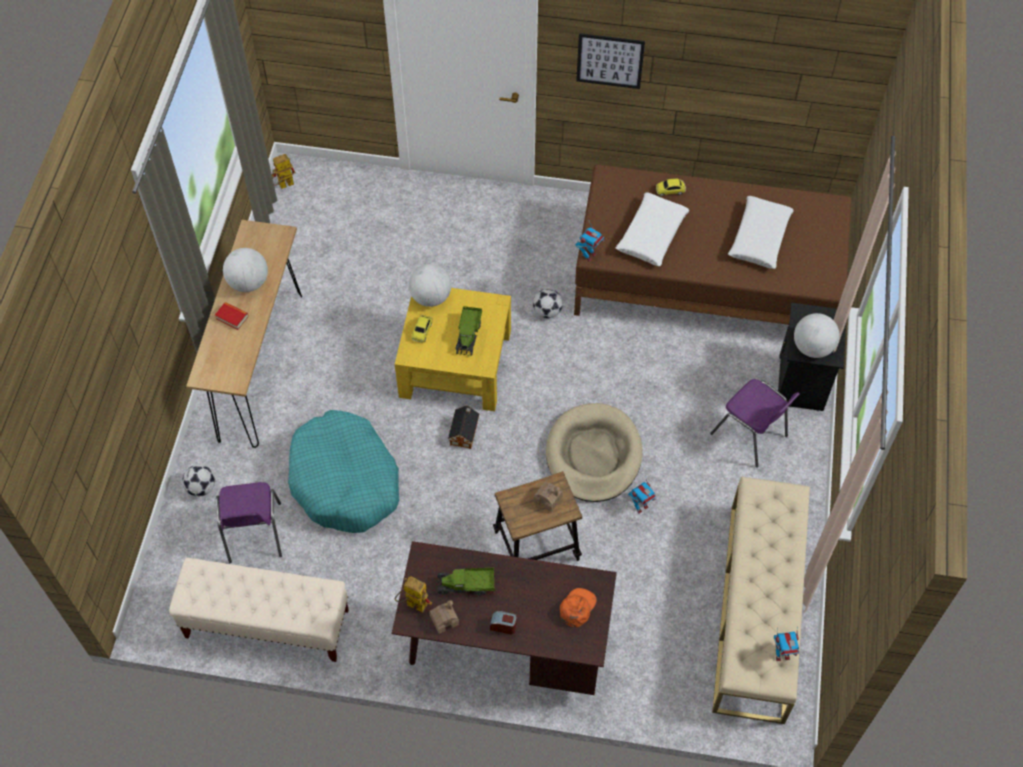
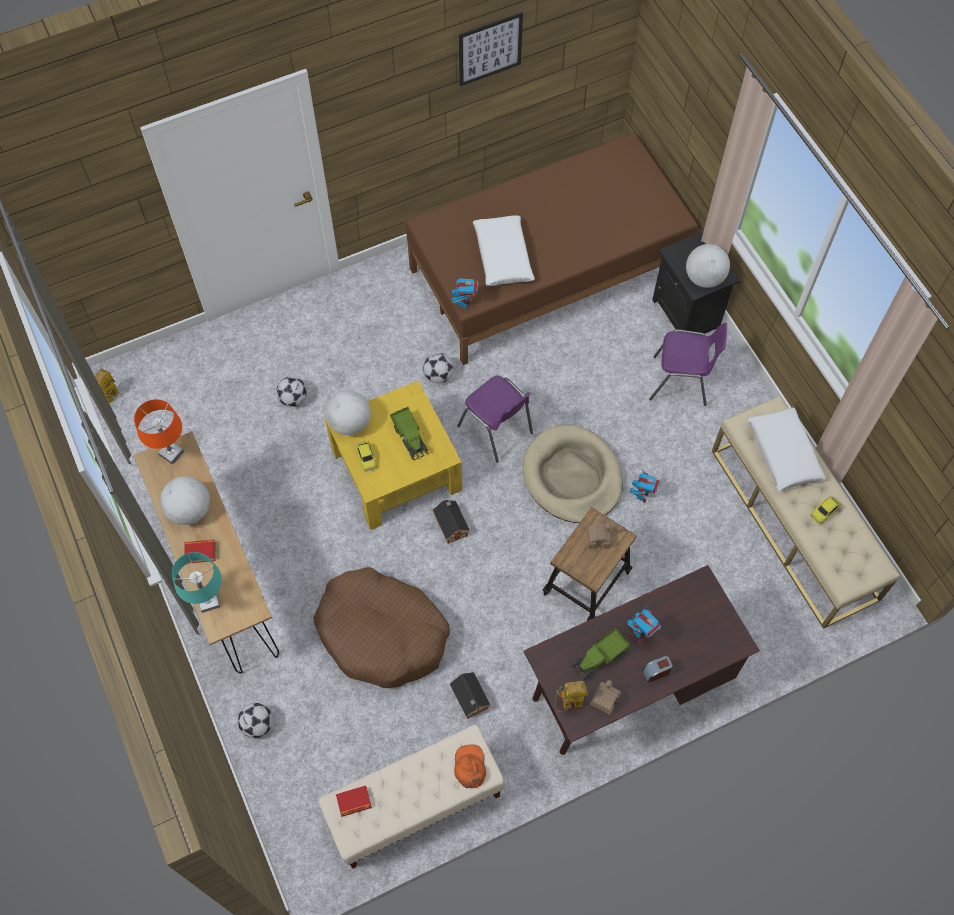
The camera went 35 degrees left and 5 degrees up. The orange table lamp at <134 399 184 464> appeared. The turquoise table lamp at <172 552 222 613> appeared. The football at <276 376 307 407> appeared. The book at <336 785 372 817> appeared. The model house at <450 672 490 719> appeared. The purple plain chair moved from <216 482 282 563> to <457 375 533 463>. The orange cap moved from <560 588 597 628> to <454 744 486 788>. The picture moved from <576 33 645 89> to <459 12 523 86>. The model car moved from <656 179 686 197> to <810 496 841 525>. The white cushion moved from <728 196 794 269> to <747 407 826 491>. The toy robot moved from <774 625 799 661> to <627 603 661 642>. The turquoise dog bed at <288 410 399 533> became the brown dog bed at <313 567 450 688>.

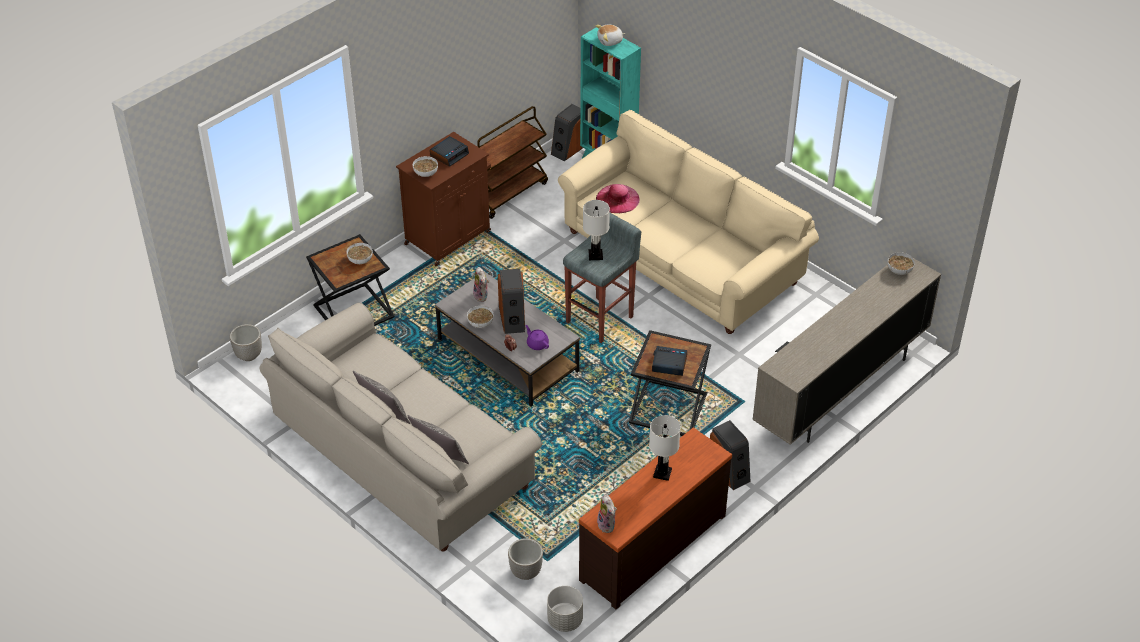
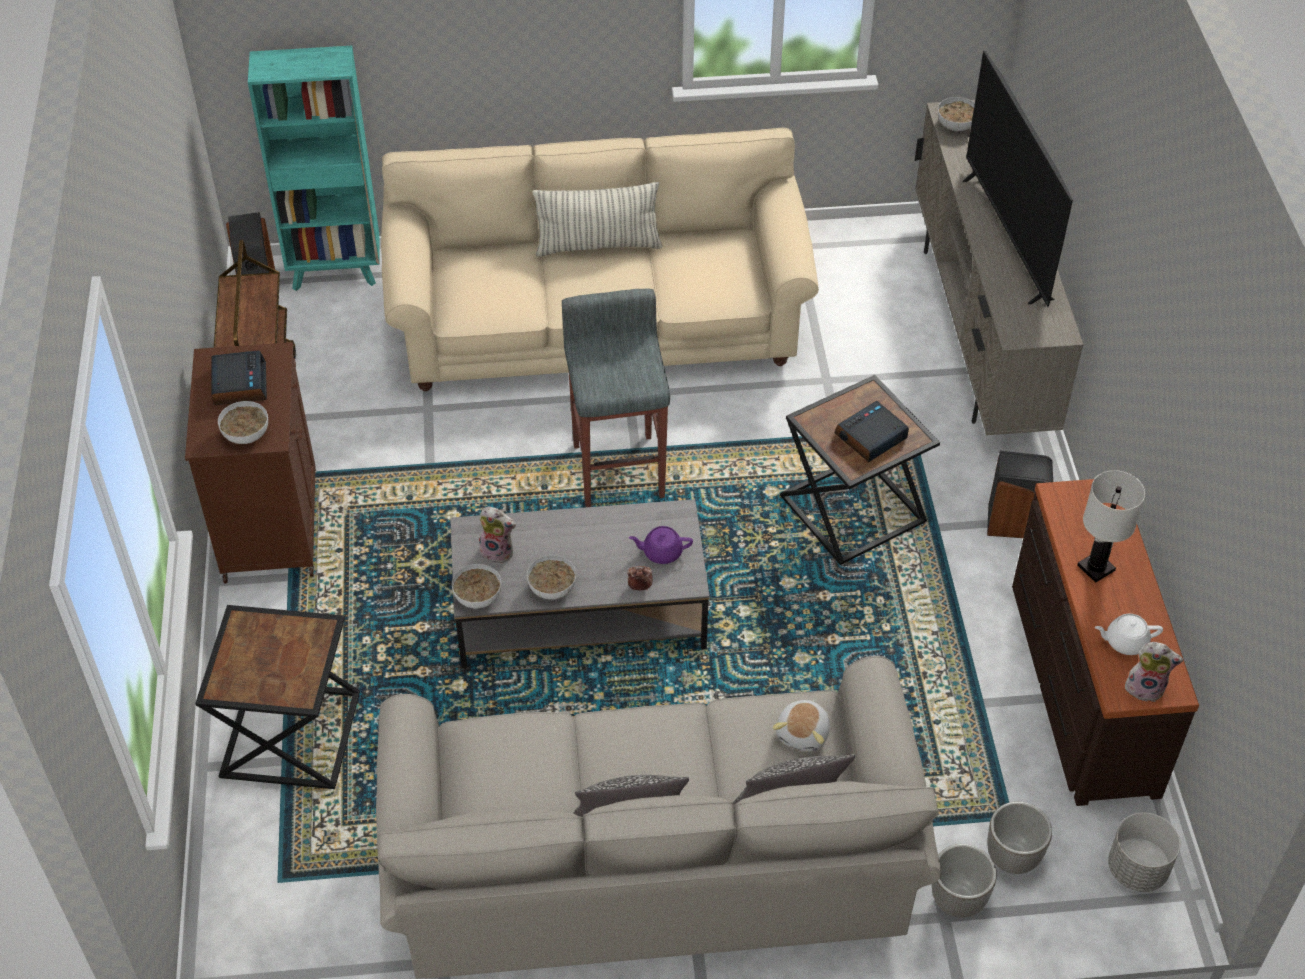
The camera went 50 degrees left and 5 degrees up. The loudspeaker at <498 269 525 334> disappeared. The white table lamp at <583 200 610 260> disappeared. The pink-coloured clothing hat at <596 184 640 213> disappeared. The cushion at <532 182 663 256> appeared. The television at <962 51 1073 307> appeared. The white pot for tea at <1095 613 1163 655> appeared. The planter moved from <230 324 262 361> to <932 844 997 918>. The bowl moved from <347 243 373 264> to <452 564 501 608>. The cuddly toy moved from <596 25 625 46> to <773 699 830 751>.

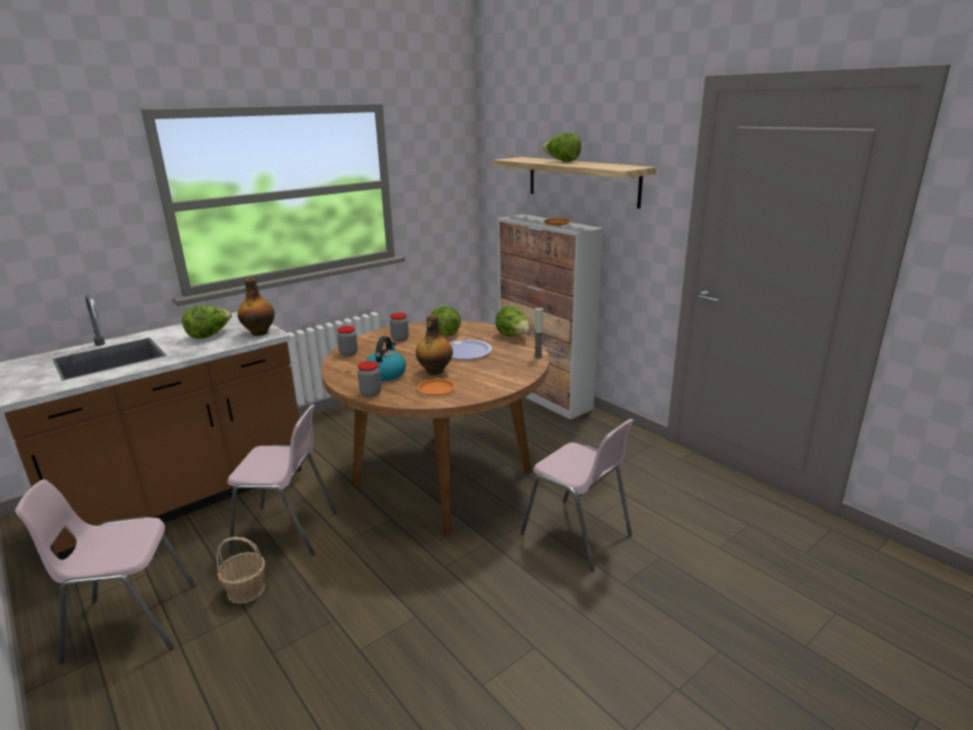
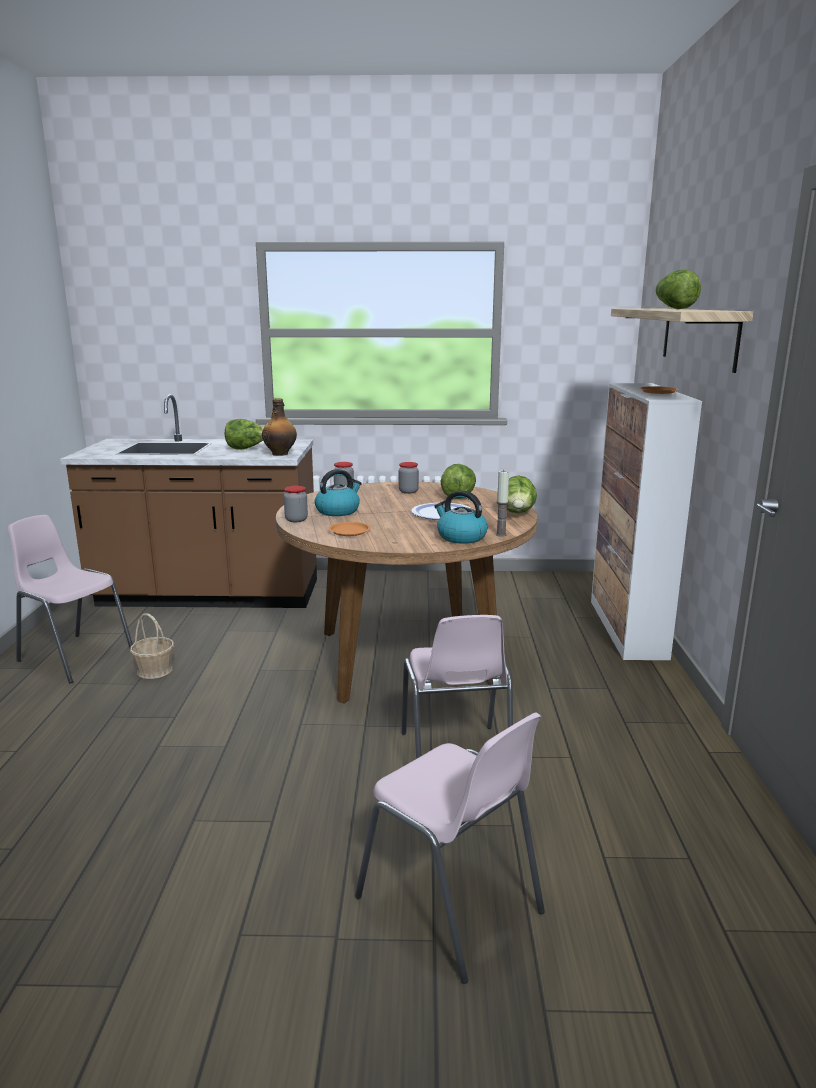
The camera went 40 degrees right and 5 degrees down. The bottle at <416 315 453 375> disappeared. The kettle at <434 490 488 544> appeared. The pink-coloured plain chair moved from <227 404 337 556> to <355 712 545 984>.

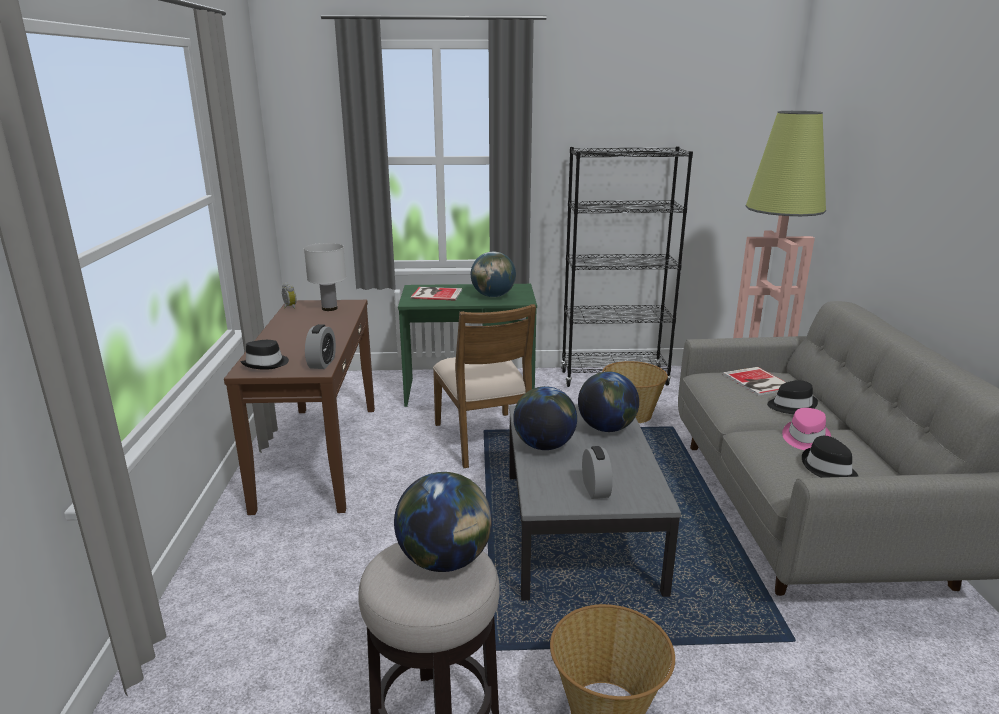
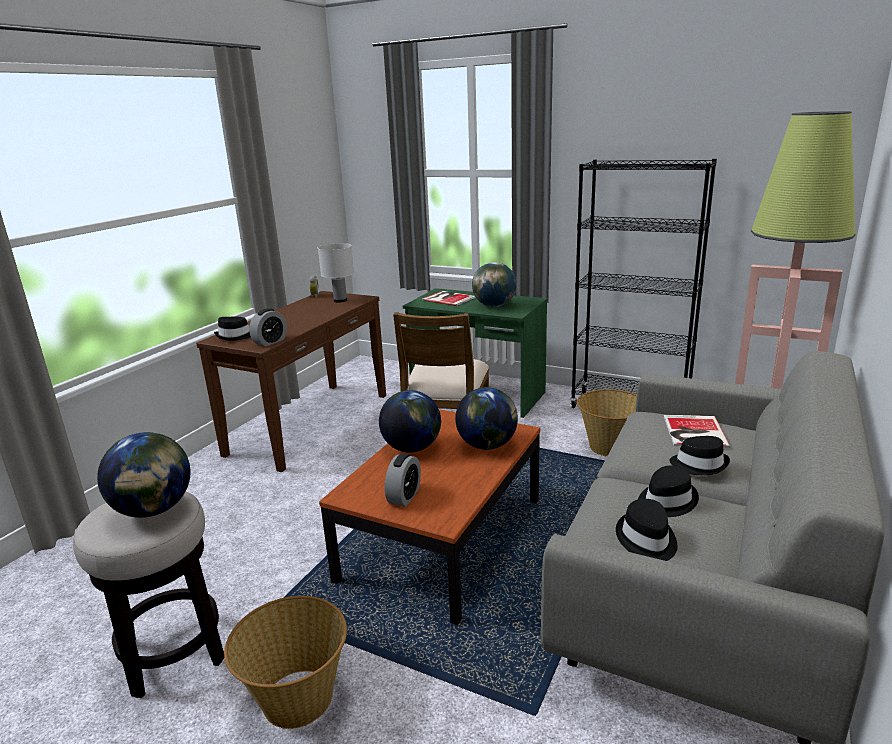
The camera went 30 degrees right and 0 degrees up. The gray coffee table at <509 404 681 601> became the brown coffee table at <319 409 540 625>. The pink-coloured clothing hat at <782 408 831 450> became the black clothing hat at <638 466 699 517>.

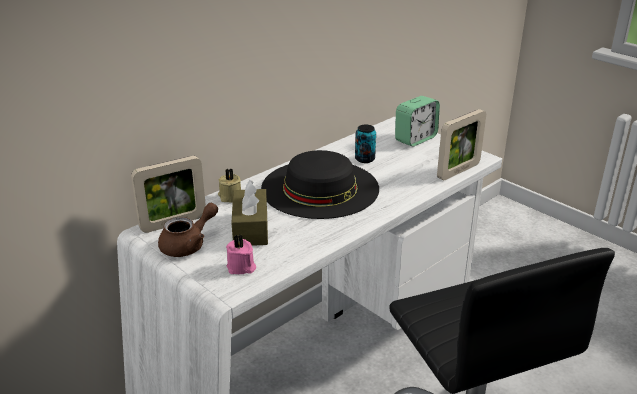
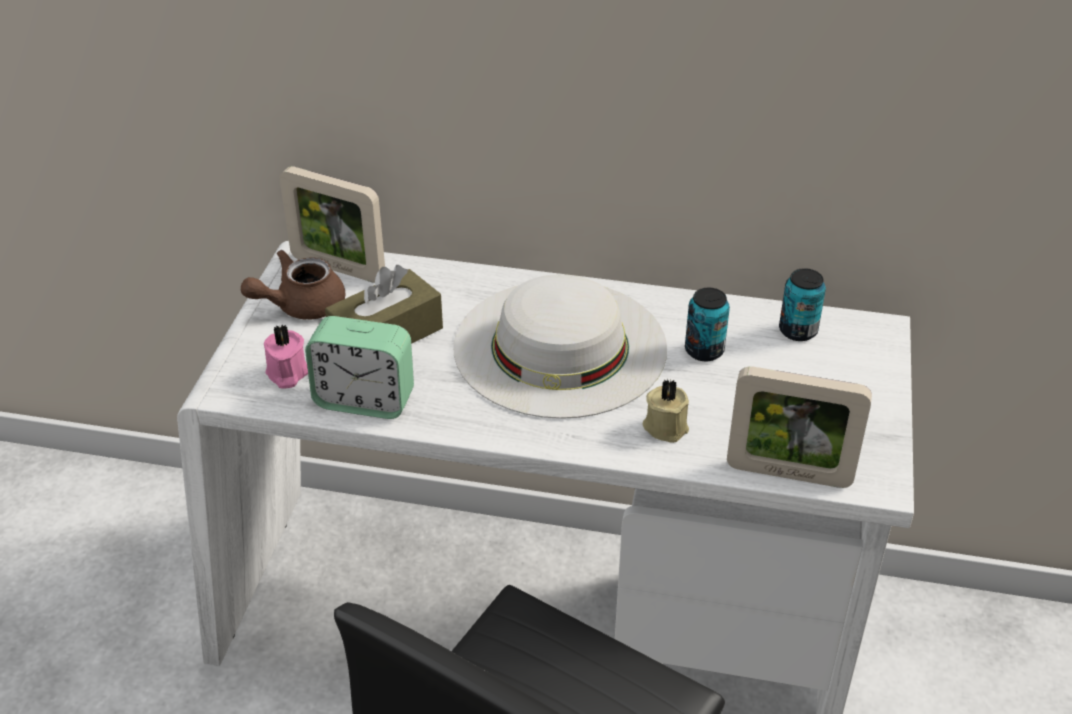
The camera went 55 degrees right and 10 degrees up. The can at <779 268 826 341> appeared. The beige wax candle moved from <218 168 241 202> to <643 378 689 443>. The alarm clock moved from <395 96 440 147> to <305 316 414 419>. The black clothing hat at <261 150 379 219> became the white clothing hat at <453 274 667 419>. The brown pot for tea at <158 203 218 257> turned 135 degrees clockwise.

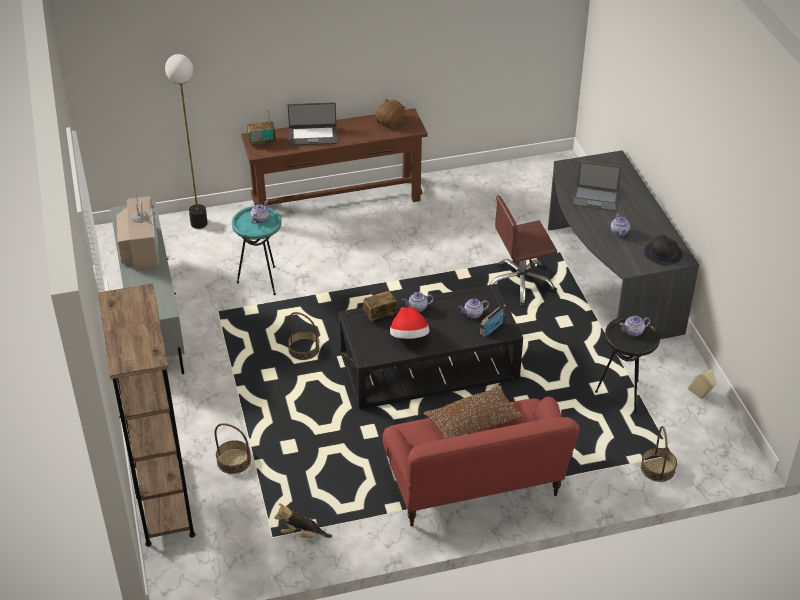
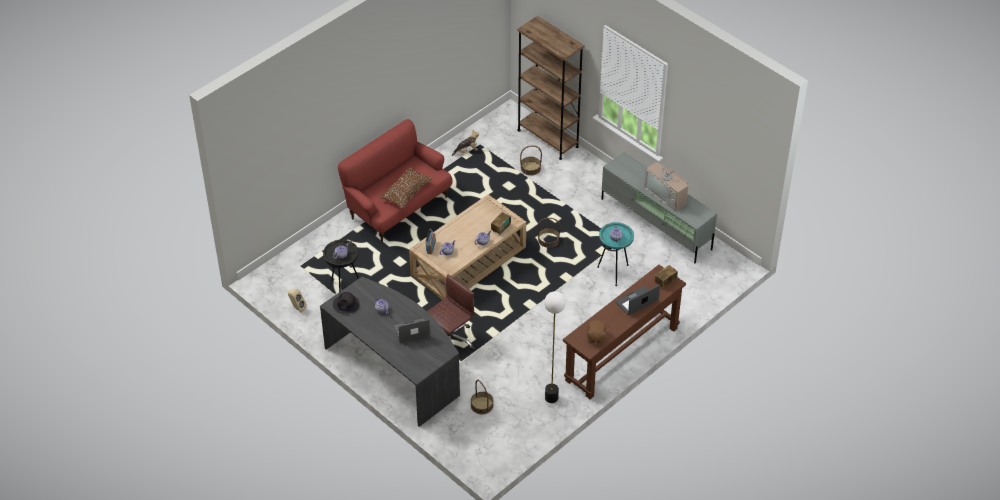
The camera went 150 degrees right and 5 degrees up. The clothing hat at <390 307 429 339> disappeared. The standard lamp moved from <165 54 208 229> to <544 291 566 403>. The storage basket moved from <641 426 677 482> to <471 380 494 414>. The black coffee table at <339 284 523 409> became the beige coffee table at <409 194 526 299>.

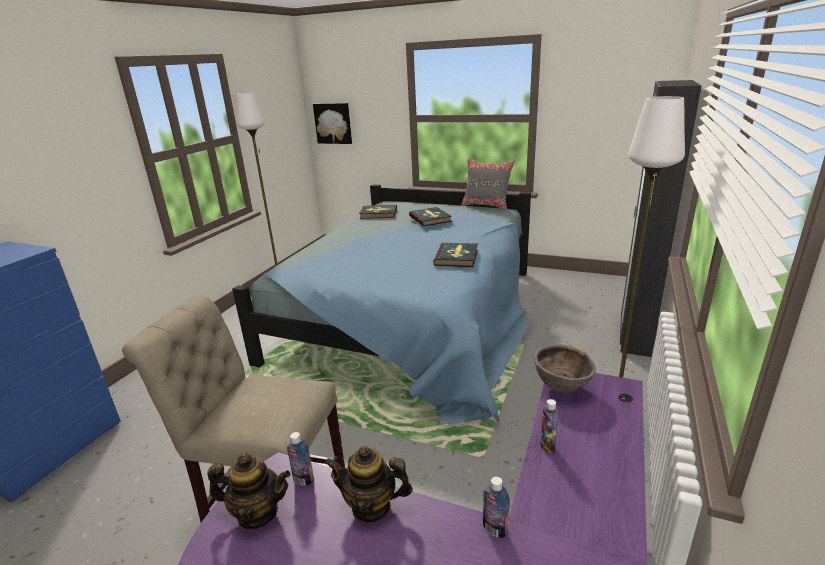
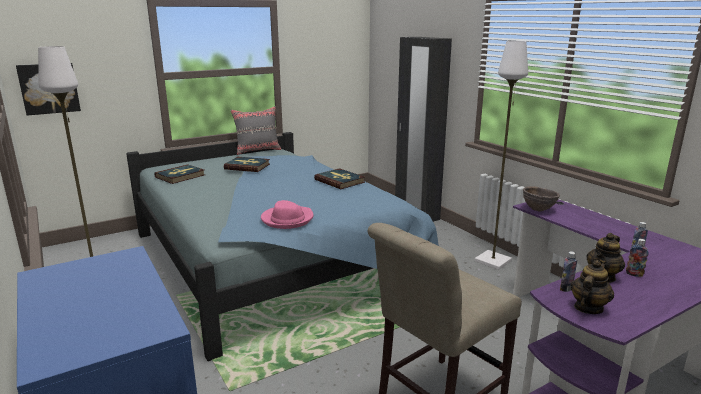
The camera went 55 degrees left and 5 degrees down. The pink-coloured clothing hat at <261 200 313 229> appeared. The bottle moved from <540 399 558 454> to <626 239 649 277>.

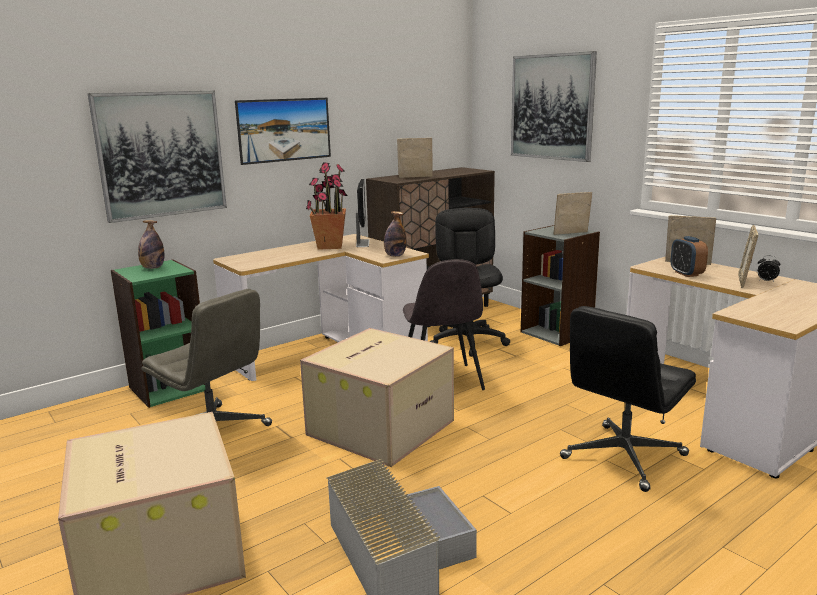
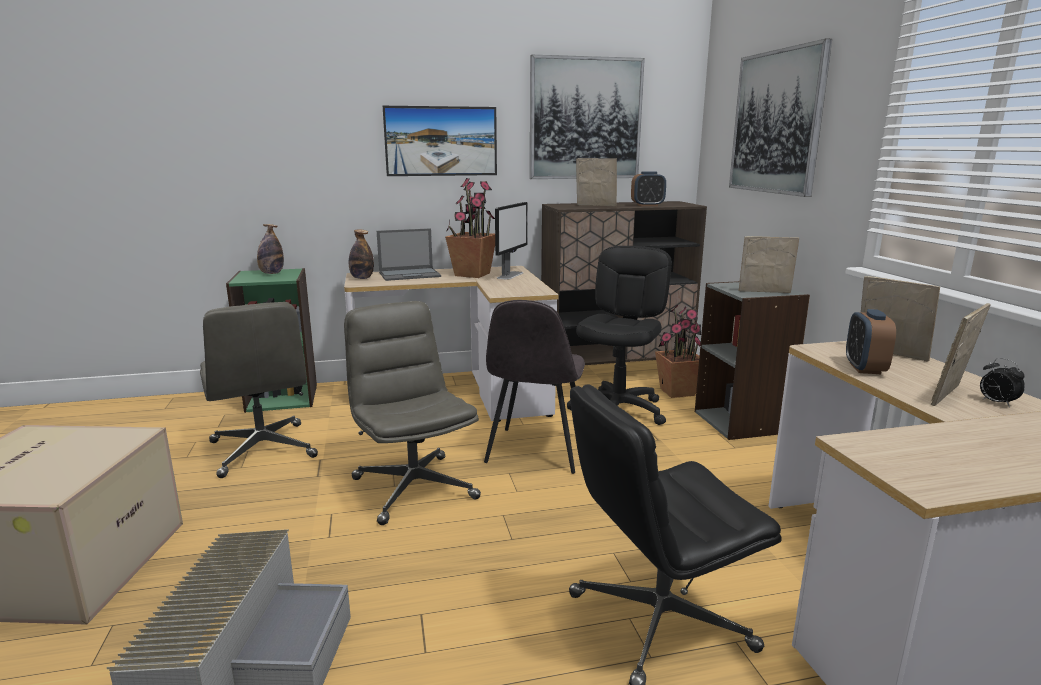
The camera went 25 degrees right and 0 degrees up. The portable computer at <377 228 441 281> appeared. The alarm clock at <631 171 666 206> appeared. The plant in a pot at <655 304 701 398> appeared. The picture moved from <88 91 227 223> to <530 55 645 179>. The bottle moved from <384 211 406 257> to <349 230 374 279>. The carton at <300 328 454 467> was replaced by the gray office chair at <344 301 481 525>.

